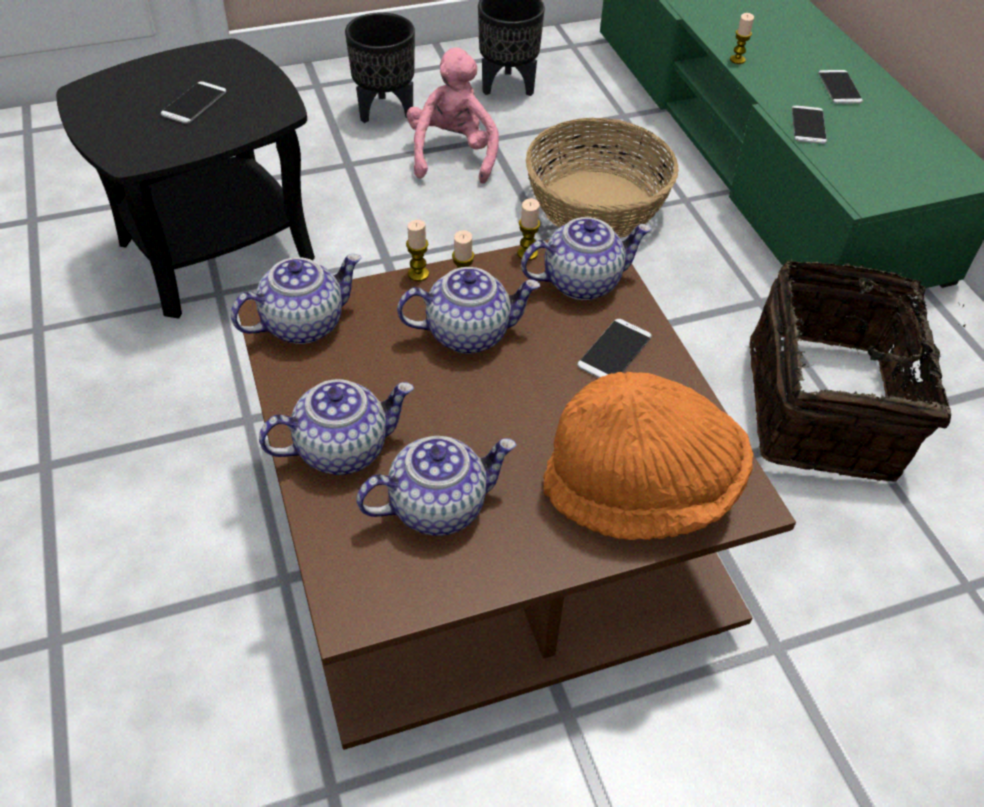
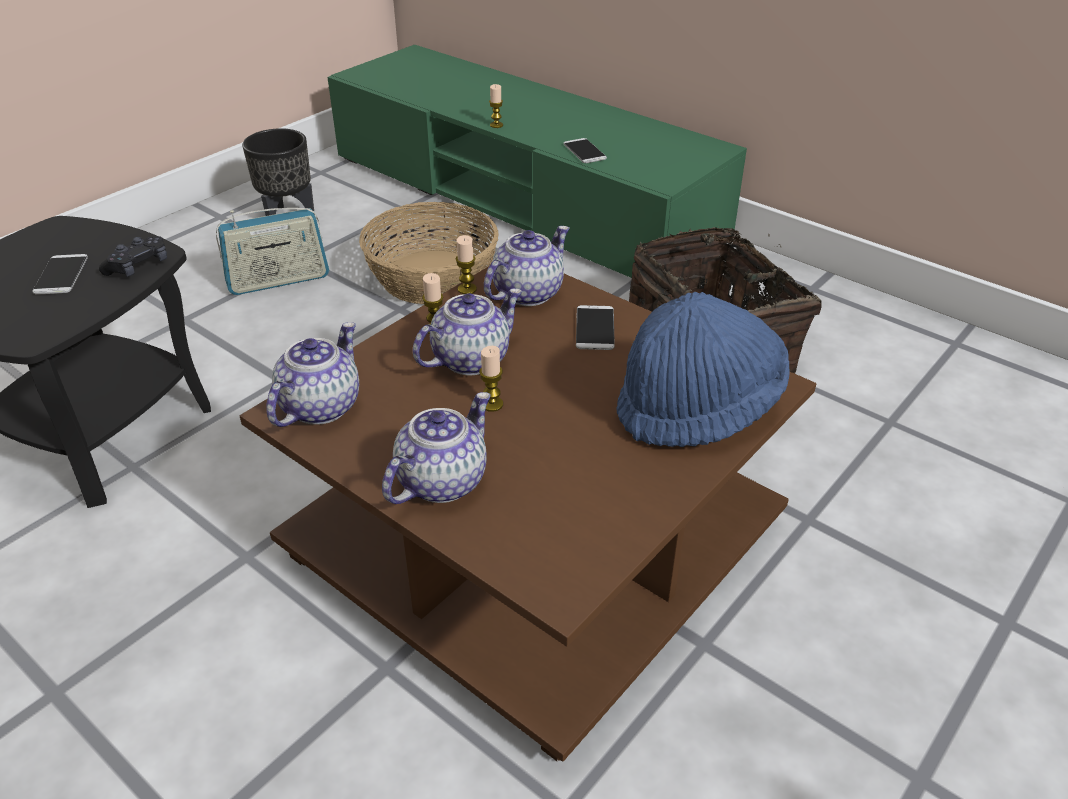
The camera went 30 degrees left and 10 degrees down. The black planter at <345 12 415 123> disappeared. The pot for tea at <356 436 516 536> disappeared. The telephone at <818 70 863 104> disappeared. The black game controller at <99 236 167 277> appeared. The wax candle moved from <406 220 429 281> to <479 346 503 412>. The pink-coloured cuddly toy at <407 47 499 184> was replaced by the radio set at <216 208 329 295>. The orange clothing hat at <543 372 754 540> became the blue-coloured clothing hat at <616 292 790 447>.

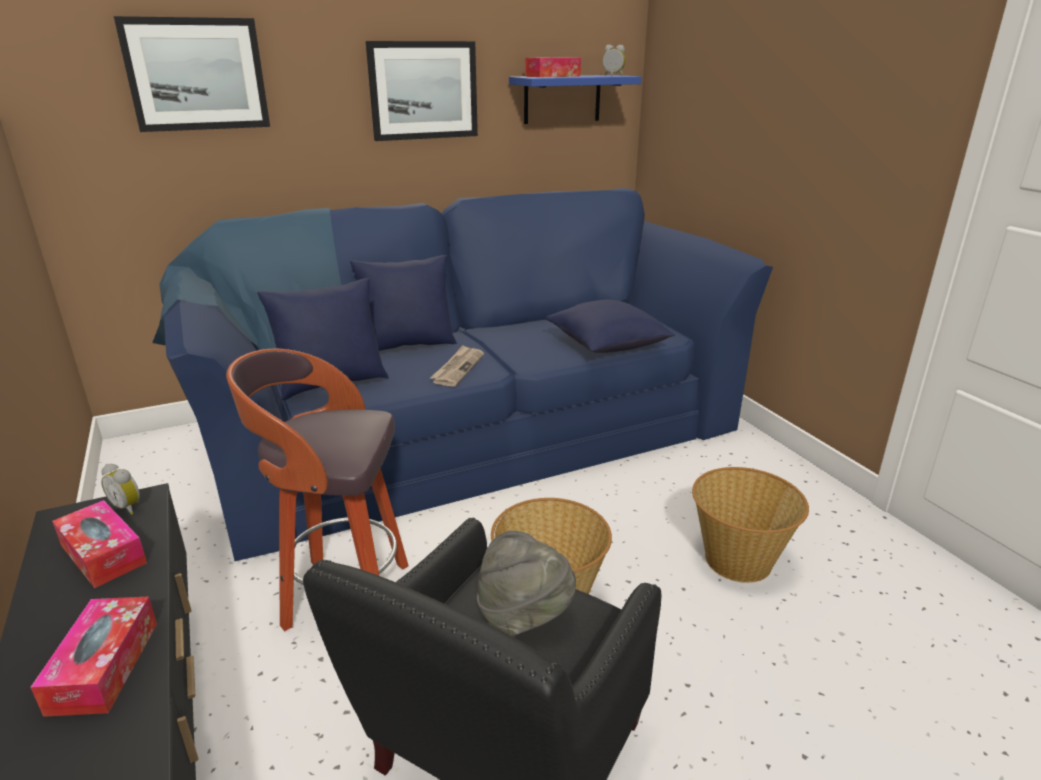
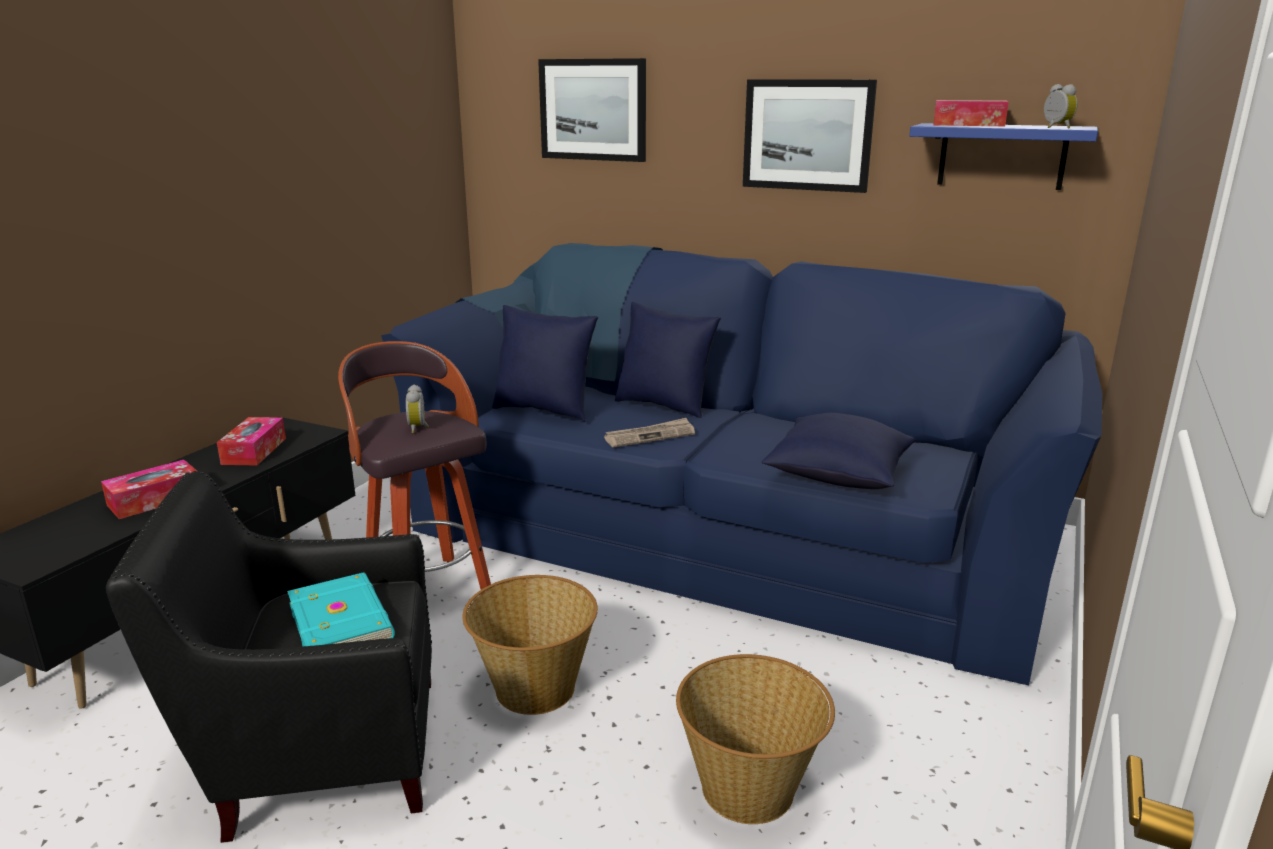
The camera went 50 degrees right and 5 degrees down. The alarm clock moved from <101 464 140 515> to <406 384 429 433>. The gray clothing hat at <477 531 576 637> was replaced by the turquoise book at <287 572 395 646>.

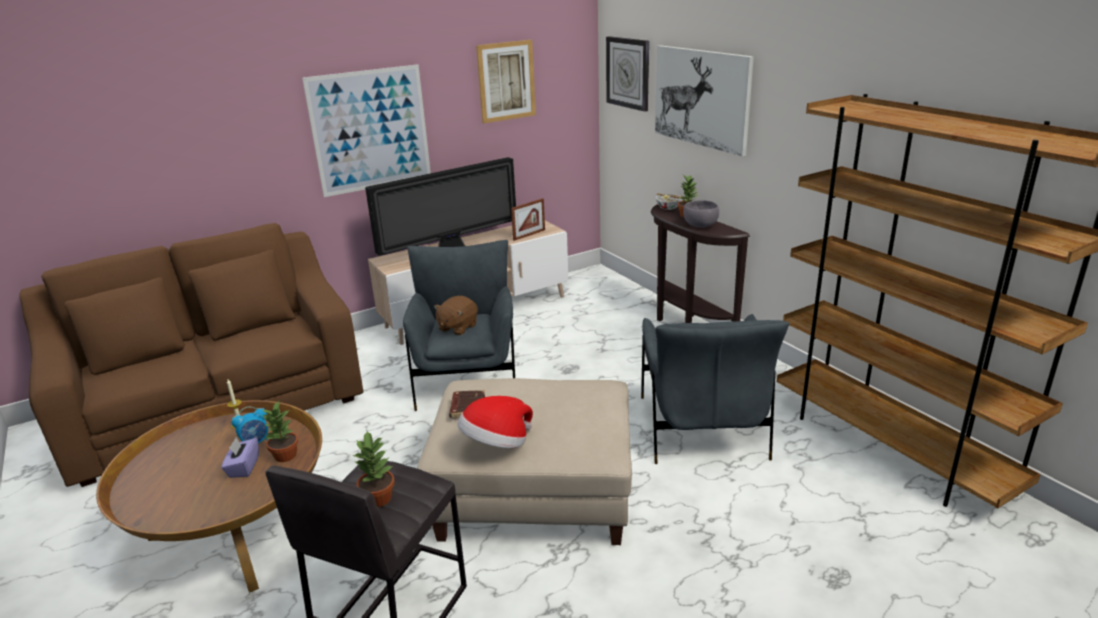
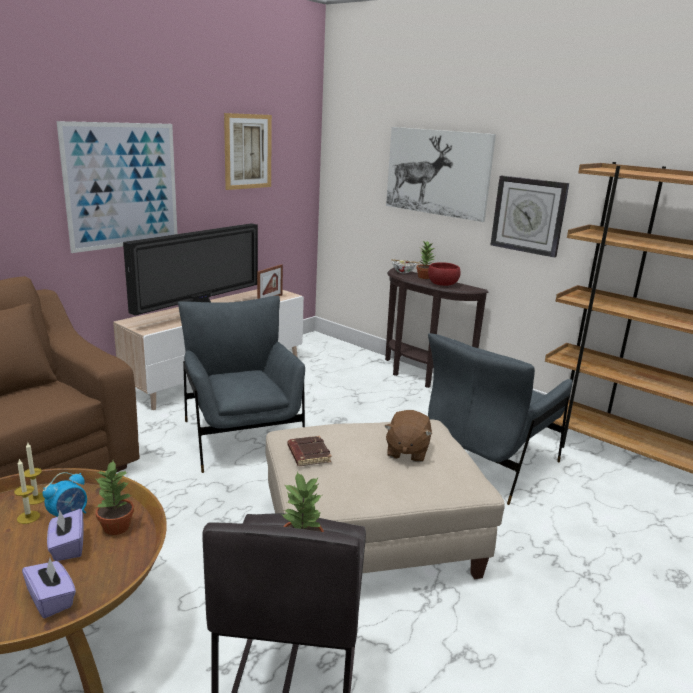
The camera went 20 degrees left and 5 degrees down. The clothing hat at <457 396 533 448> disappeared. The wax candle at <14 459 40 524> appeared. The purple tissue holder at <22 558 76 618> appeared. The brown cuddly toy moved from <434 296 478 336> to <384 410 432 462>. The clock on the wall moved from <606 36 649 112> to <490 176 569 258>. The gray bowl at <683 200 719 228> became the red bowl at <428 262 461 286>. The gray easy chair at <641 314 790 464> turned 60 degrees clockwise.

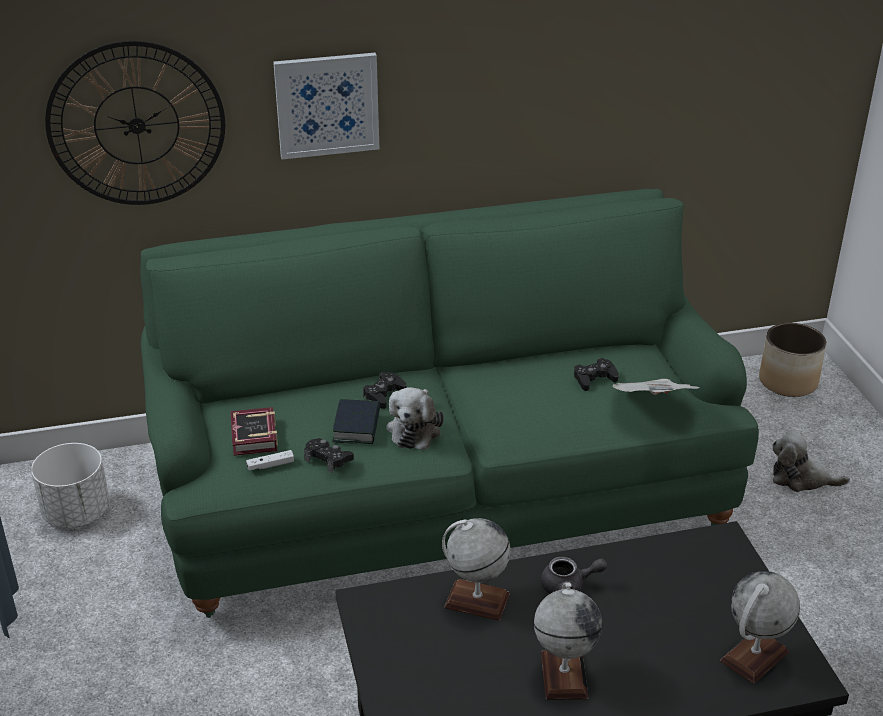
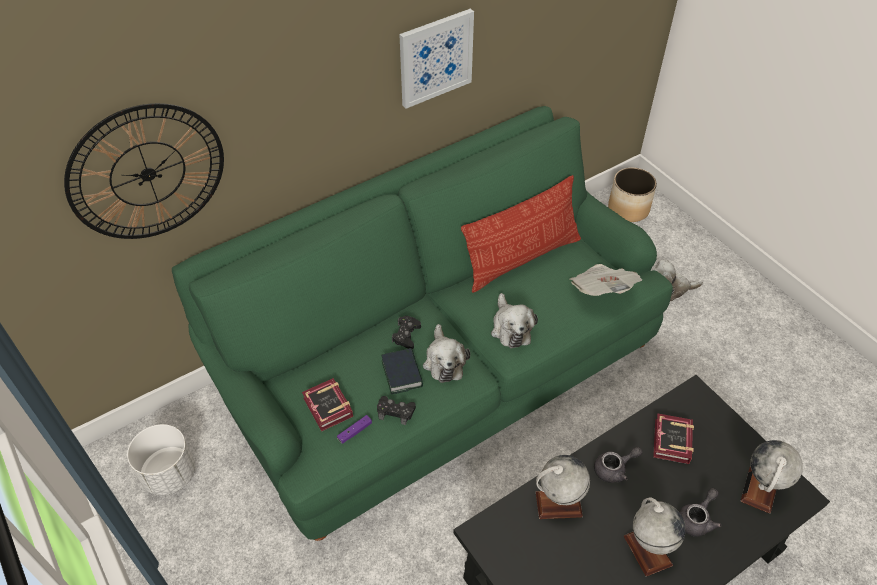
The camera went 20 degrees left and 15 degrees up. The black game controller at <574 358 619 391> disappeared. The cushion at <461 175 581 293> appeared. The cuddly toy at <491 293 538 349> appeared. The book at <653 414 694 464> appeared. The gray pot for tea at <679 488 722 537> appeared. The picture moved from <273 53 379 159> to <399 9 474 109>. The white game controller at <246 450 294 471> became the purple game controller at <337 415 372 444>.

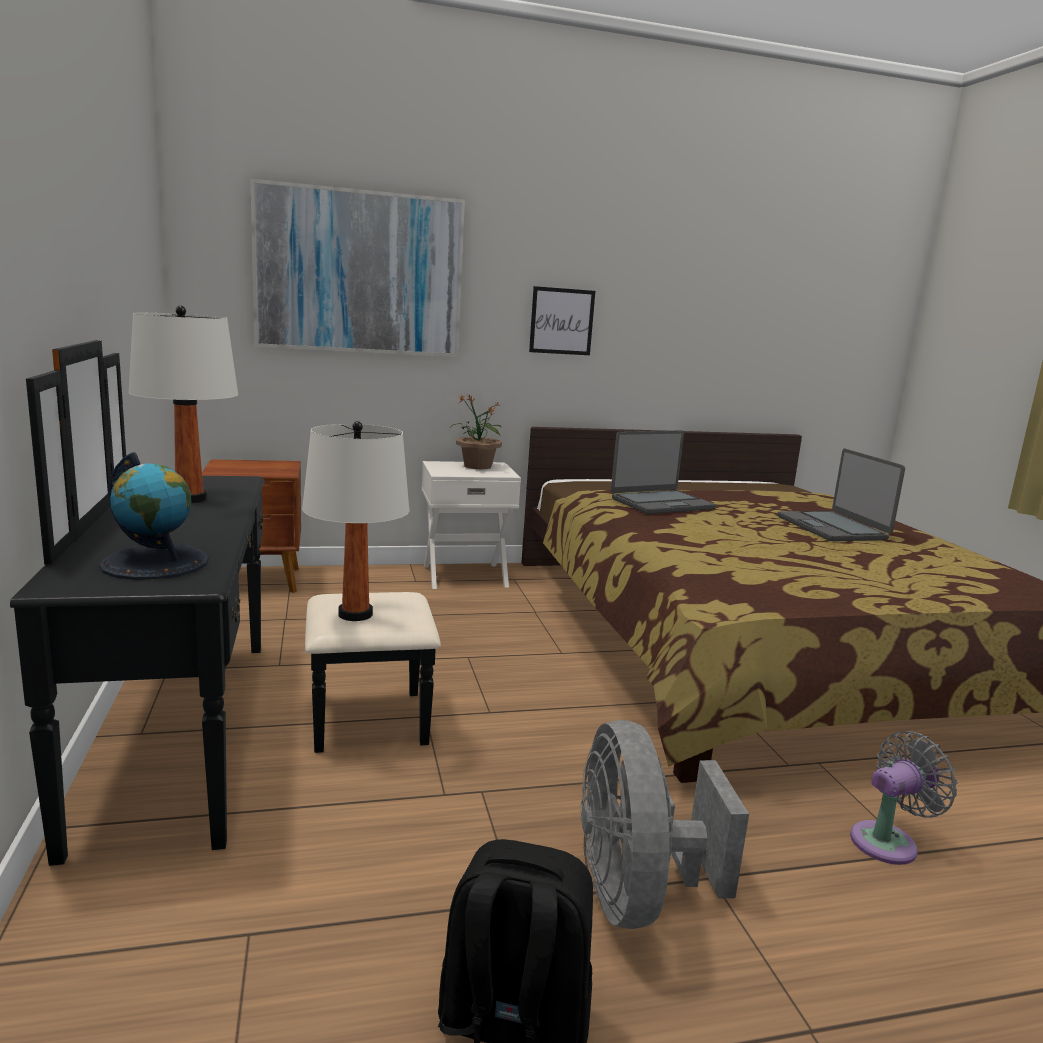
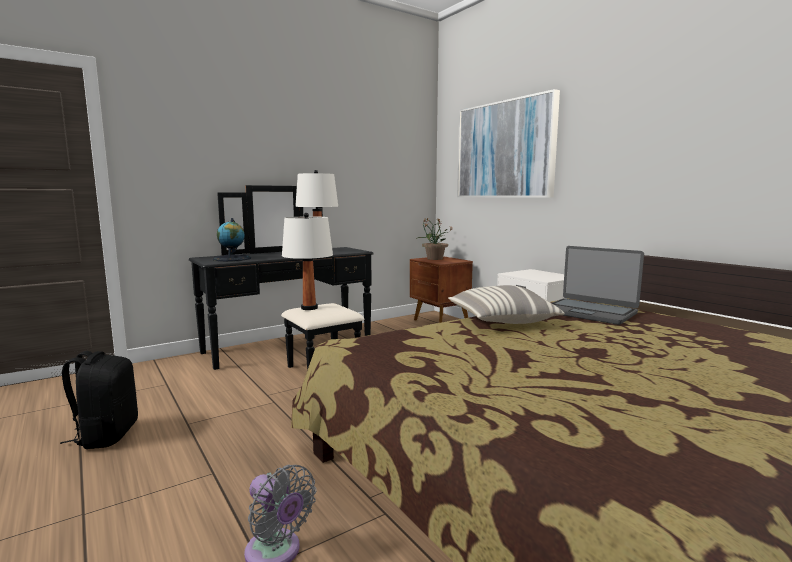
The camera went 70 degrees right and 5 degrees down. The picture at <529 286 595 355> disappeared. The gray cooling fan at <580 720 749 929> disappeared. The portable computer at <777 449 905 541> disappeared. The cushion at <448 285 565 324> appeared. The plant in a pot moved from <450 394 502 469> to <416 219 452 260>.

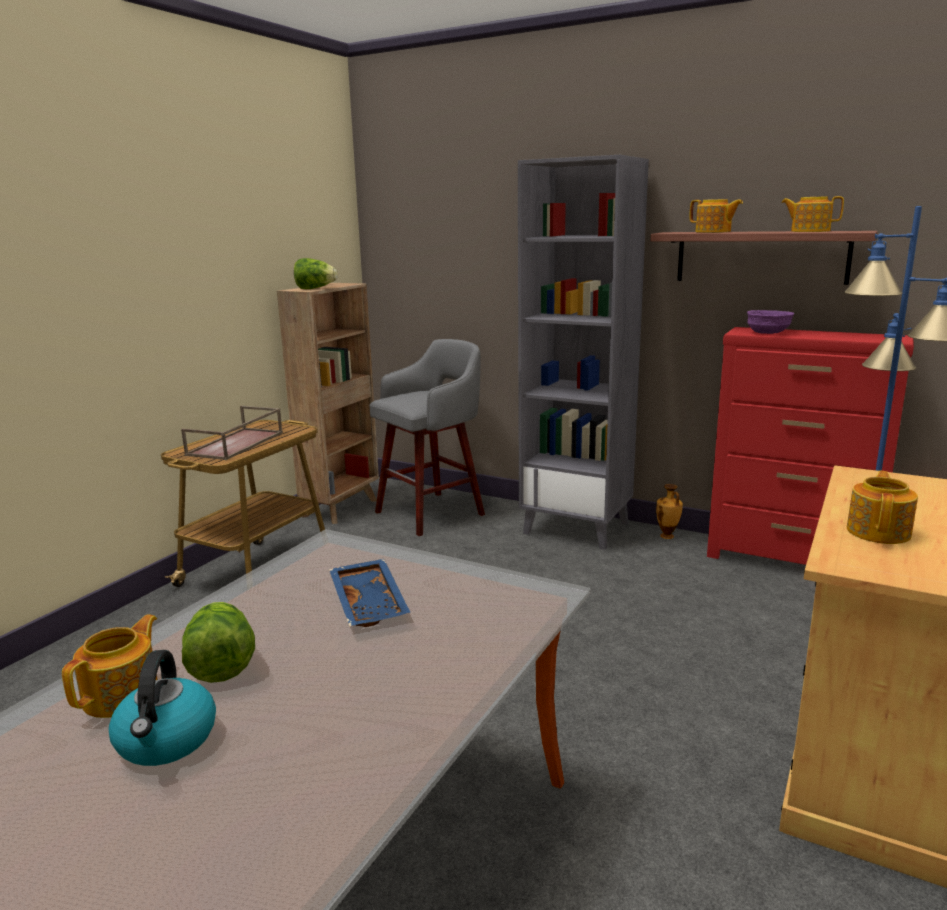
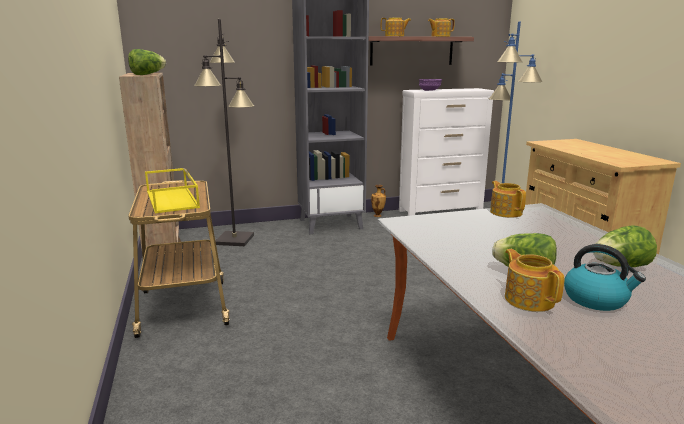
The camera went 45 degrees left and 0 degrees up. The blue-coloured carrying tray at <329 559 410 627> disappeared. The lettuce head at <593 225 657 267> appeared. The pot for tea moved from <847 471 918 544> to <490 181 526 218>. The gray stool seat at <369 339 485 536> was replaced by the black standard lamp at <194 19 254 246>. The brown carrying tray at <181 406 283 460> became the yellow carrying tray at <145 168 200 214>. The red dresser at <707 327 914 565> became the white dresser at <399 88 494 216>.

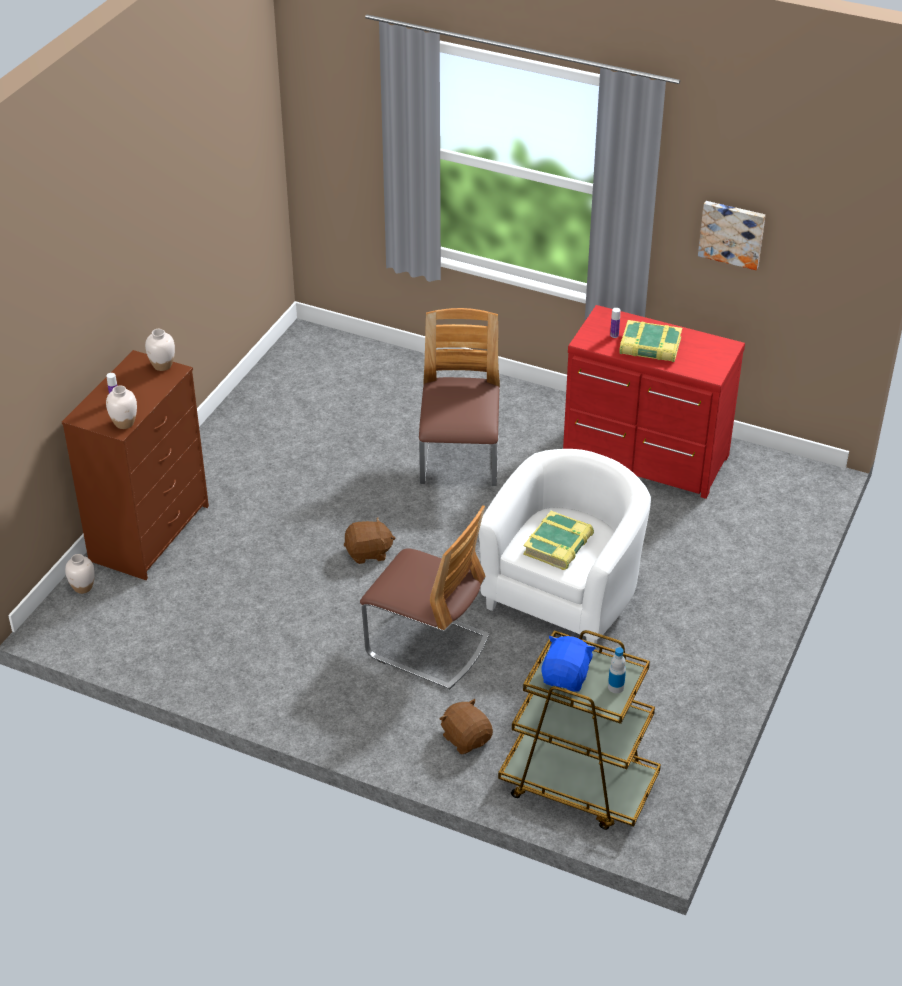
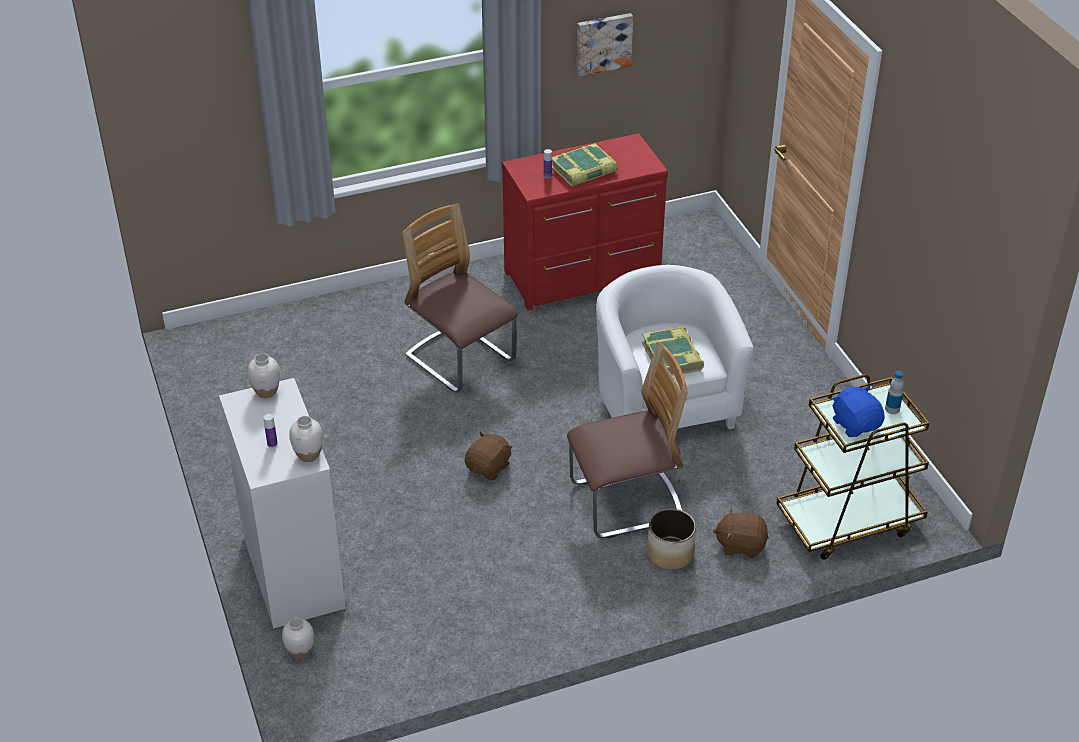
The camera went 45 degrees left and 0 degrees up. The planter at <647 509 696 570> appeared. The brown dresser at <62 350 209 580> became the white dresser at <219 378 346 629>.

